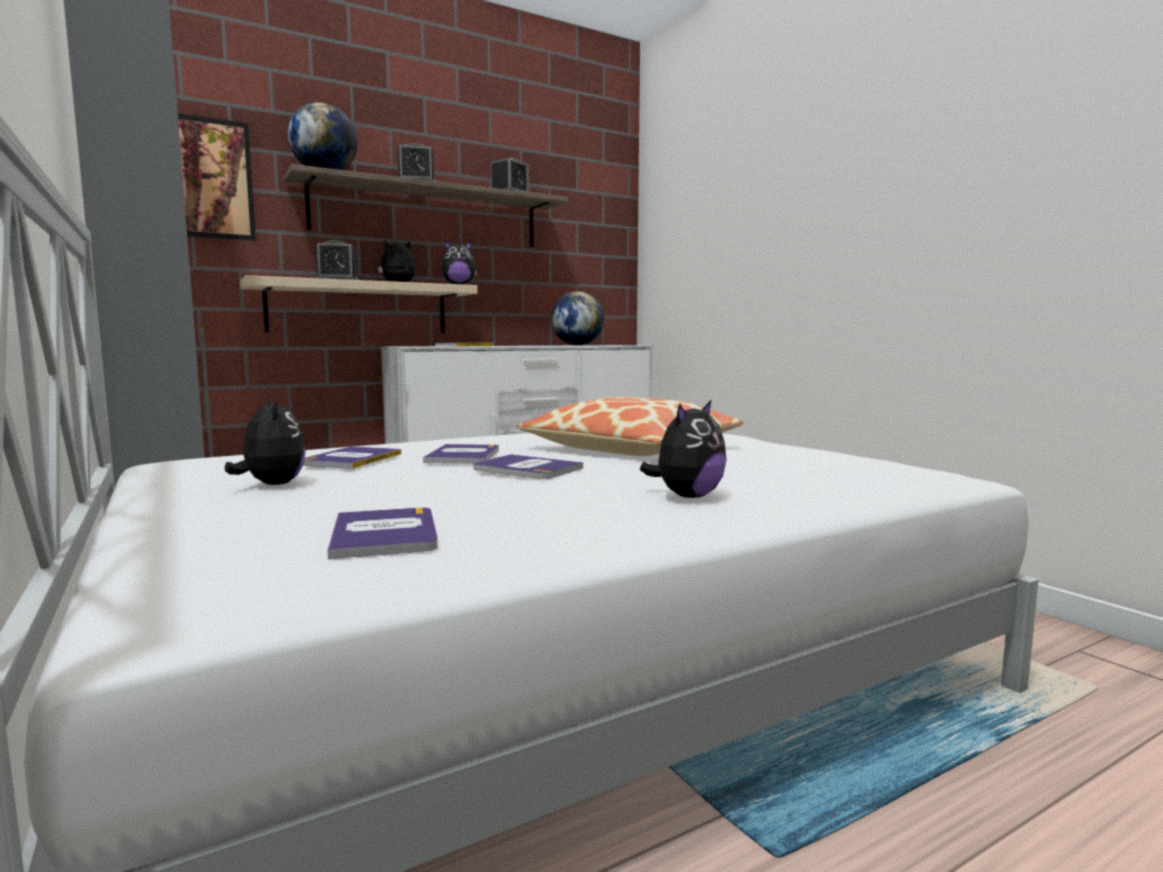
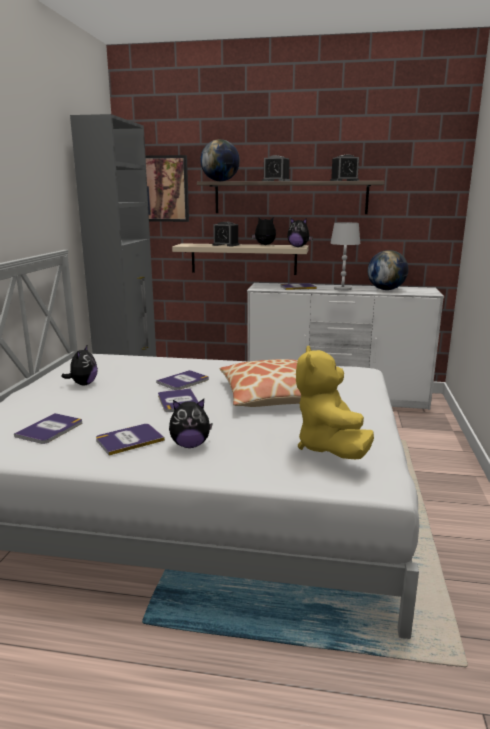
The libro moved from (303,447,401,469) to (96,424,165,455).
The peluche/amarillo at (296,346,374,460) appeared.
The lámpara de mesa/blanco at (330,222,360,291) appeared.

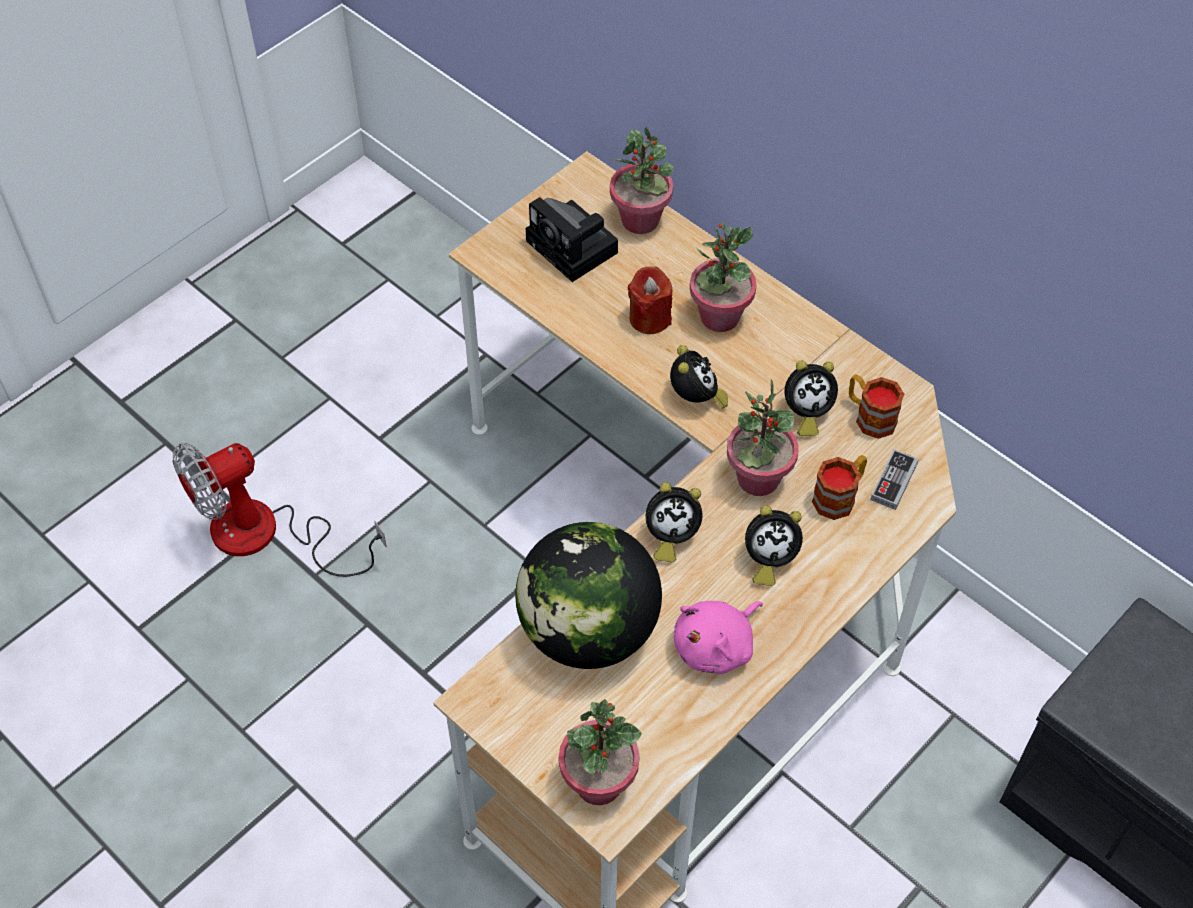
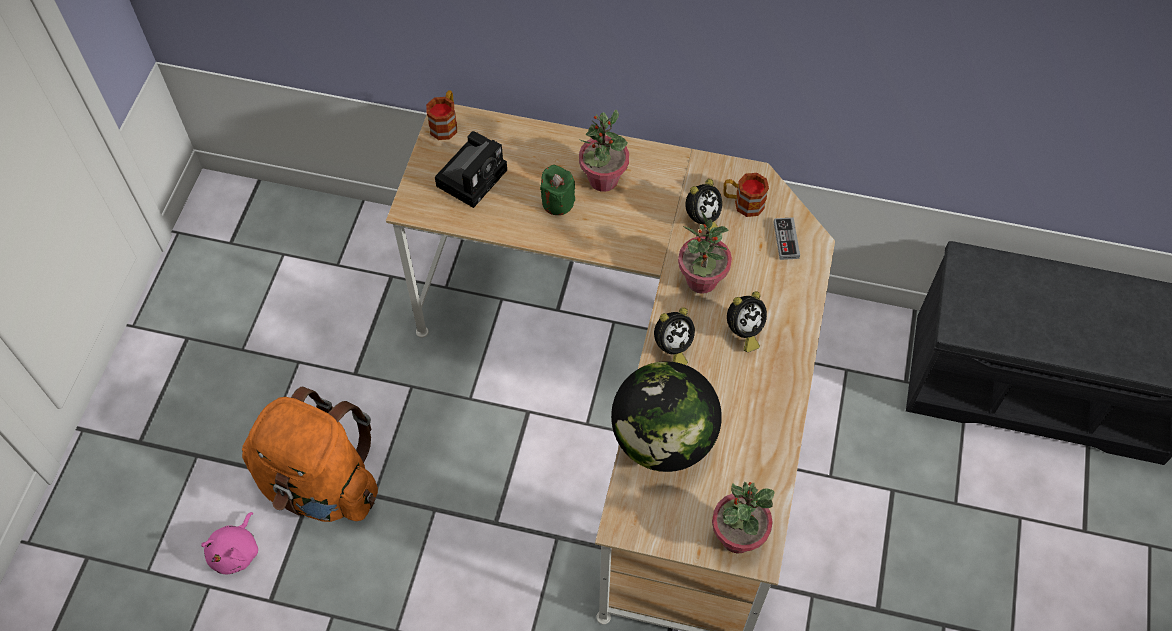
The peluche/rosa moved from (674,601,763,674) to (201,512,258,574).
The ventilador at (173,443,387,577) was replaced by the mochila/naranja at (242,387,378,522).
The taza grande moved from (812,455,867,520) to (426,90,457,140).
The cámara at (526,197,618,282) turned 75 degrees counterclockwise.
The vela/rojo at (628,267,672,334) became the vela/verde at (540,165,575,215).
The planta en maceta at (610,127,674,234) disappeared.
The despertador at (670,345,728,409) disappeared.

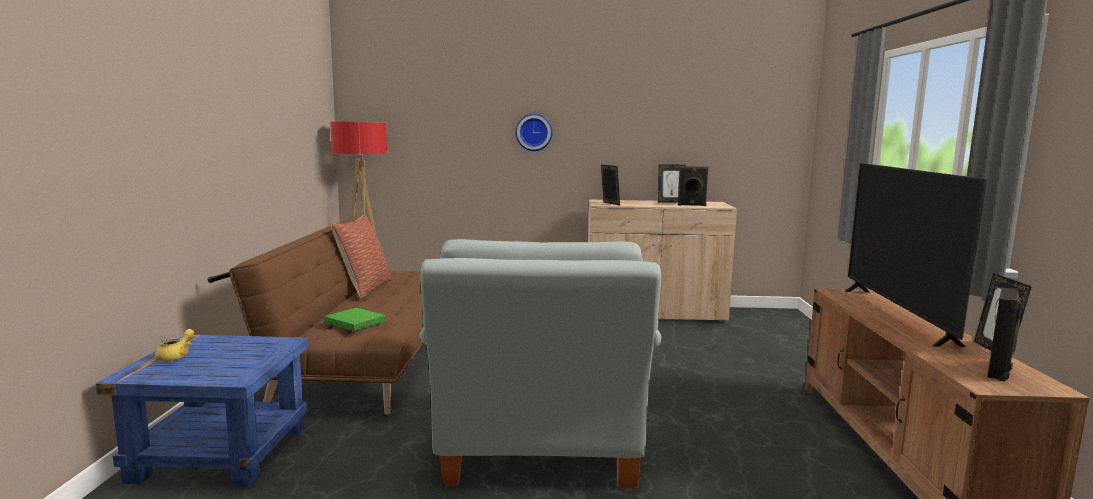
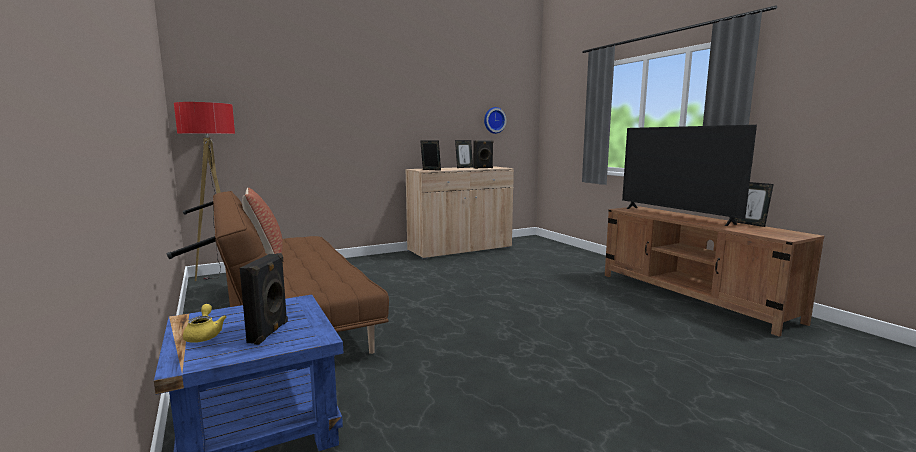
The altavoz/negro moved from (987,287,1023,382) to (240,253,288,345).
The reloj de pared moved from (516,114,552,151) to (484,107,507,134).
The libro/verde at (324,308,386,331) disappeared.
The sillón/gris at (420,239,661,488) disappeared.

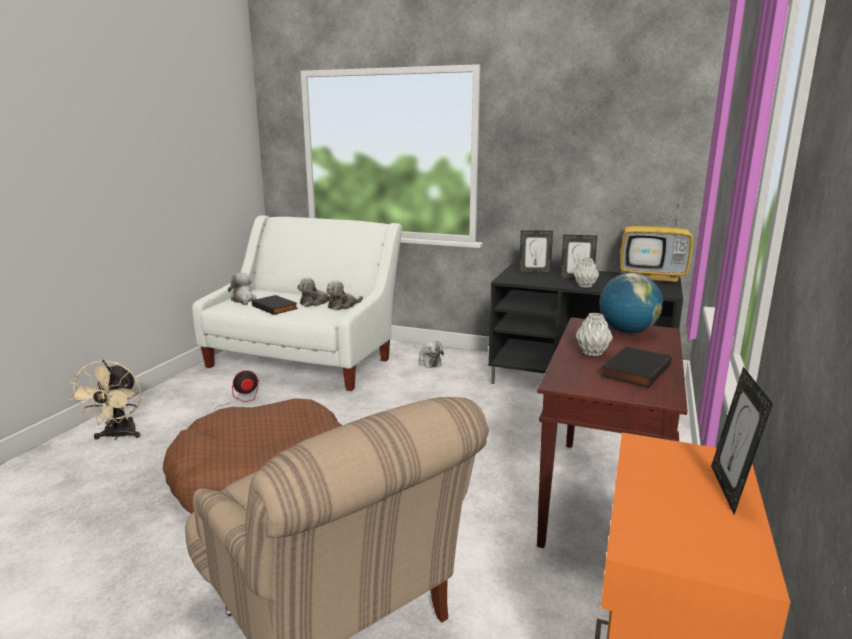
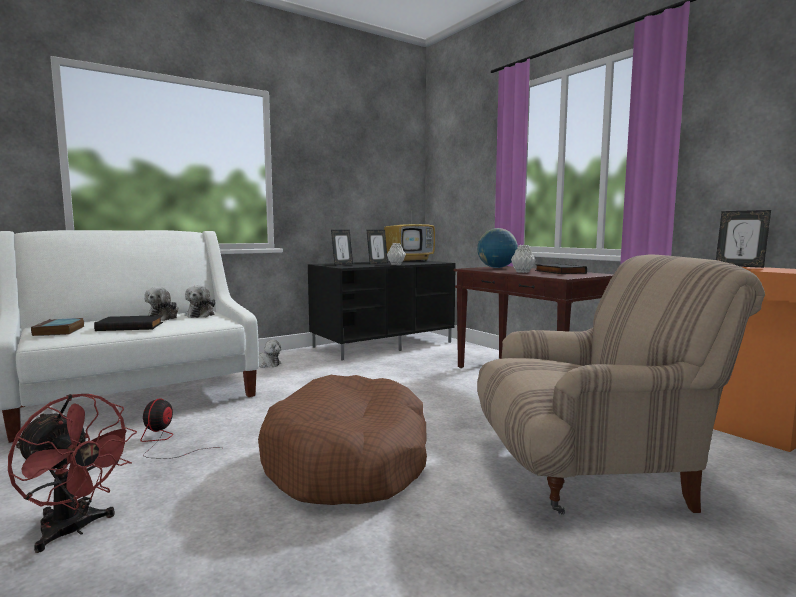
The ventilador/beis at (68,360,142,440) became the ventilador/rojo at (8,394,137,553).
The peluche at (228,273,256,305) was replaced by the libro at (31,318,84,336).

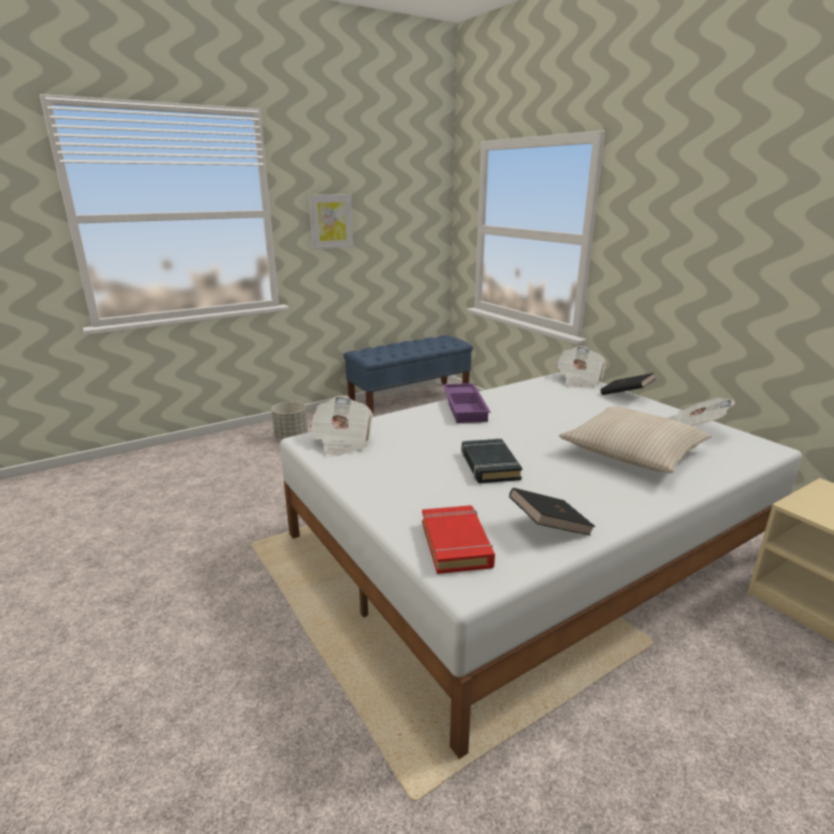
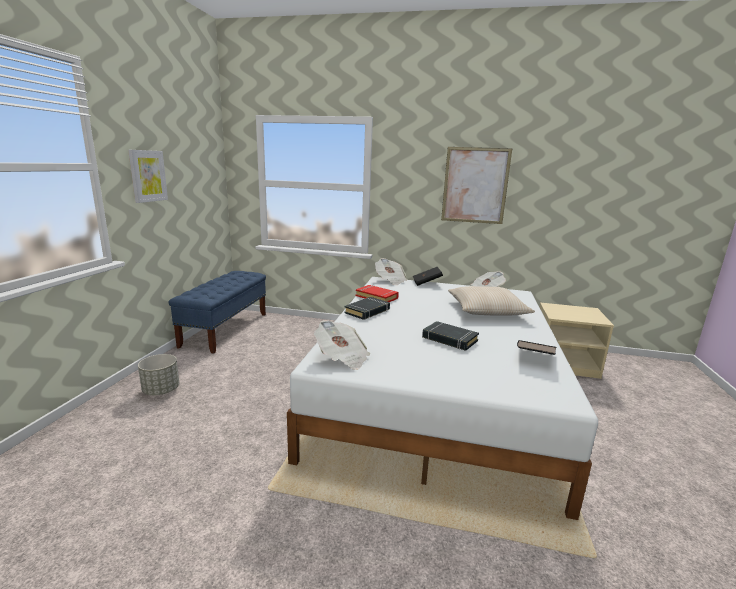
The bandeja/morado at (443,383,491,423) was replaced by the libro/negro at (344,297,390,320).
The libro/rojo moved from (422,505,495,574) to (356,285,399,302).
The cuadro at (441,147,512,224) appeared.

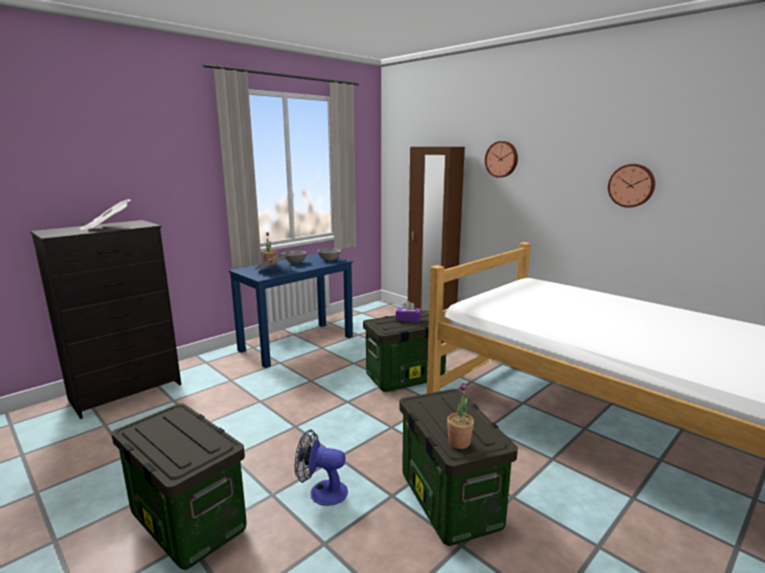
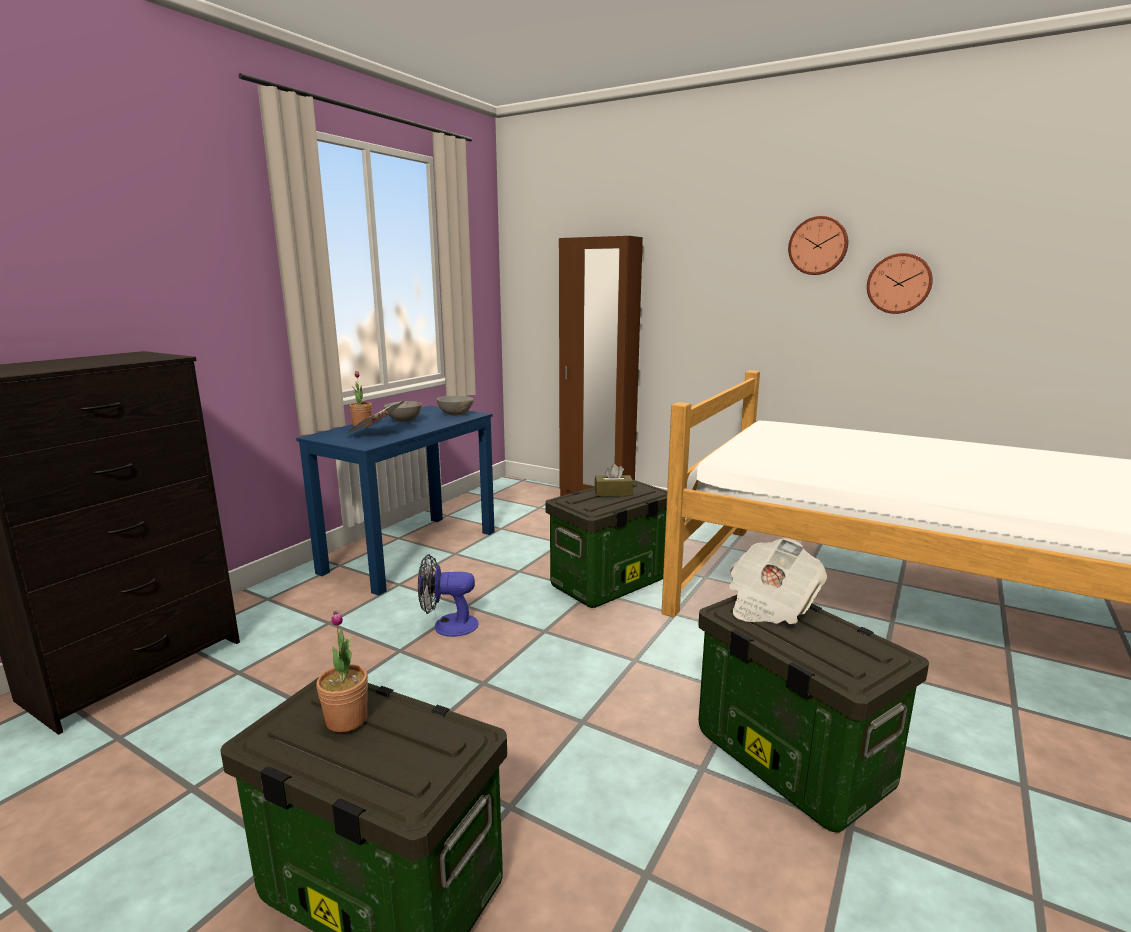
The planta en maceta moved from (447,383,474,449) to (316,610,368,732).
The ventilador moved from (295,429,348,506) to (418,554,478,637).
The caja de pañuelos/morado at (396,301,421,323) became the caja de pañuelos/marrón at (595,464,633,497).
The periódico moved from (80,199,131,230) to (729,538,827,624).
The reloj de pared moved from (485,141,518,178) to (788,216,848,275).

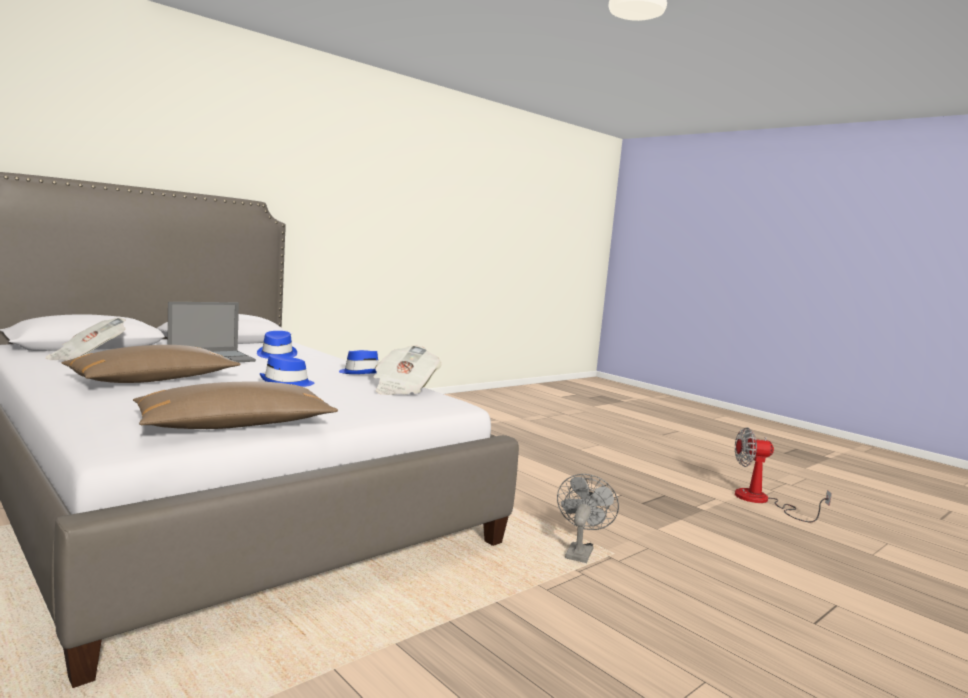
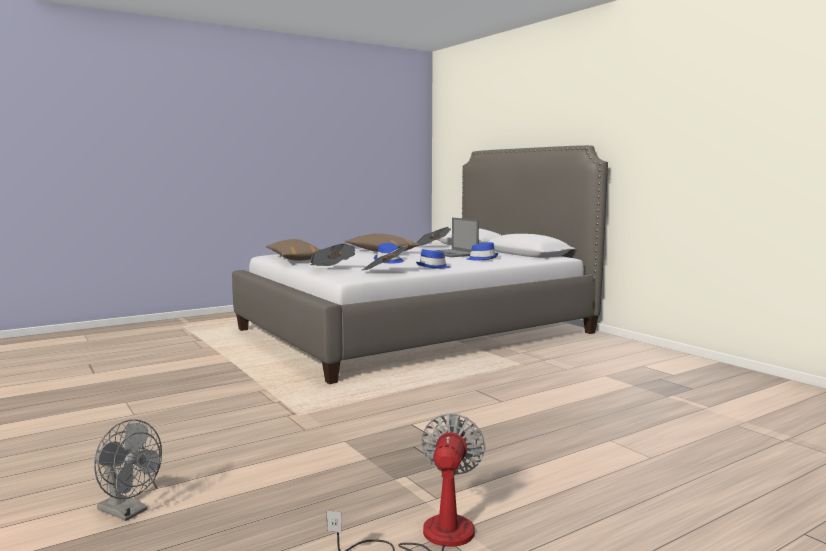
The ventilador/gris moved from (557,474,619,563) to (94,419,162,521).
The periódico at (310,244,355,266) appeared.

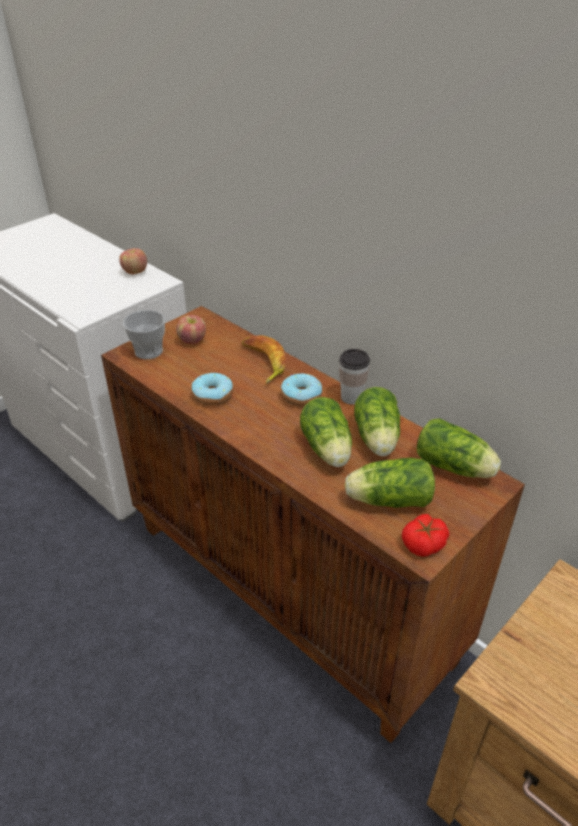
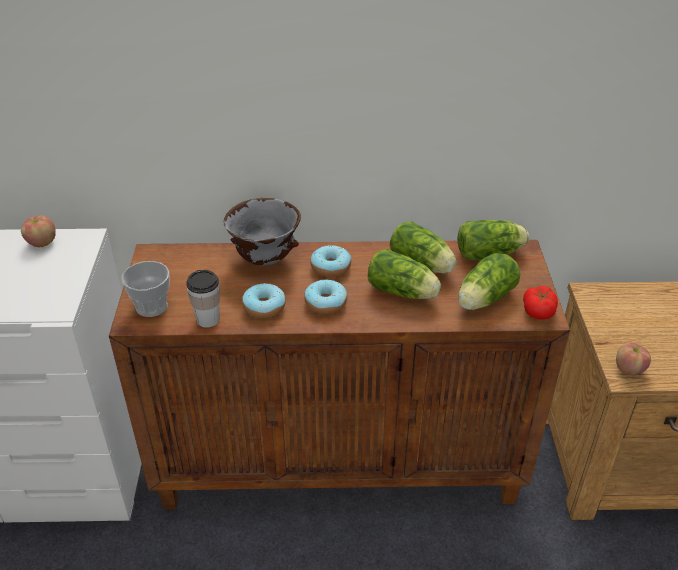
The taza moved from (339,349,370,405) to (186,270,220,328).
The plátano at (242,335,286,384) was replaced by the cuenco/gris at (223,198,301,266).
The rosquilla at (304,279,347,314) appeared.
The manzana moved from (176,315,206,344) to (616,342,651,376).

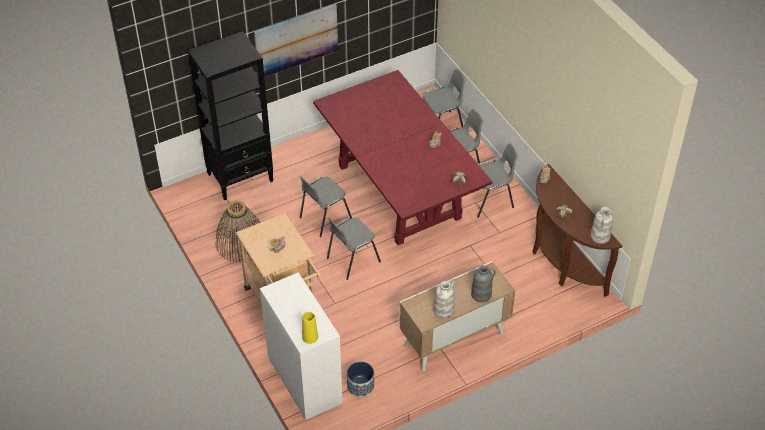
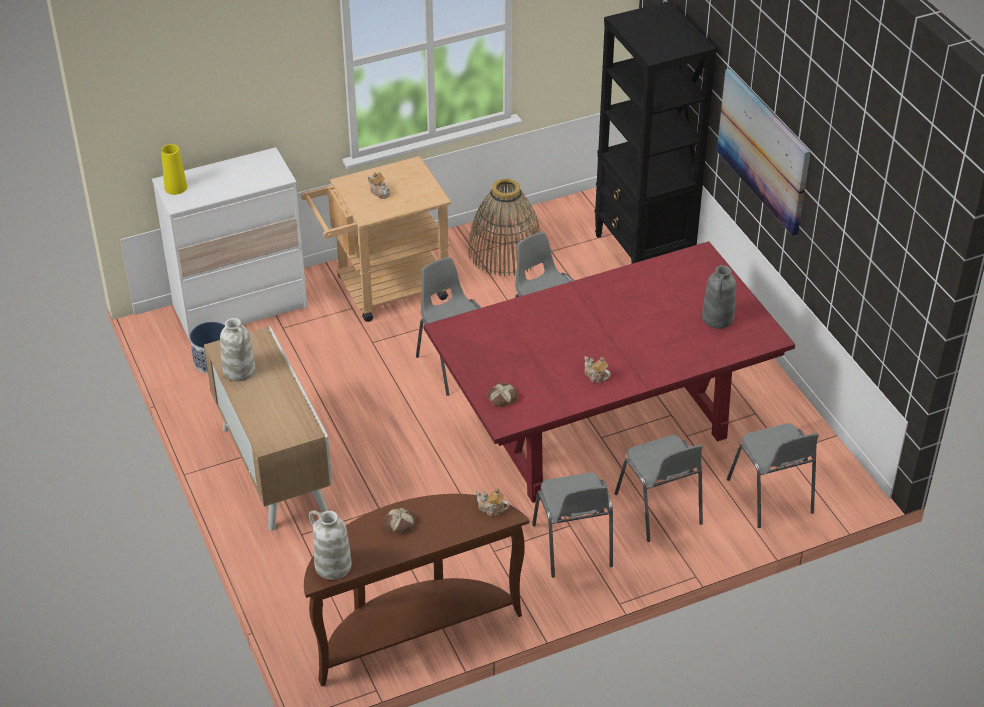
The florero/gris moved from (471,265,496,302) to (702,265,736,329).

